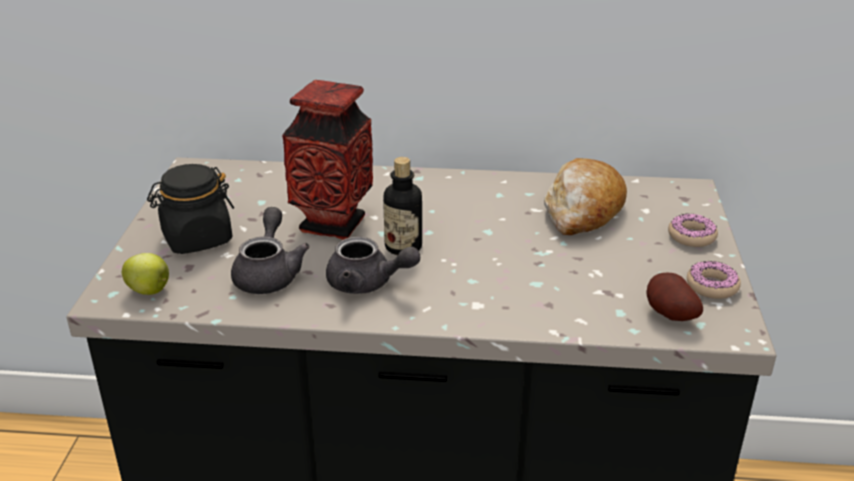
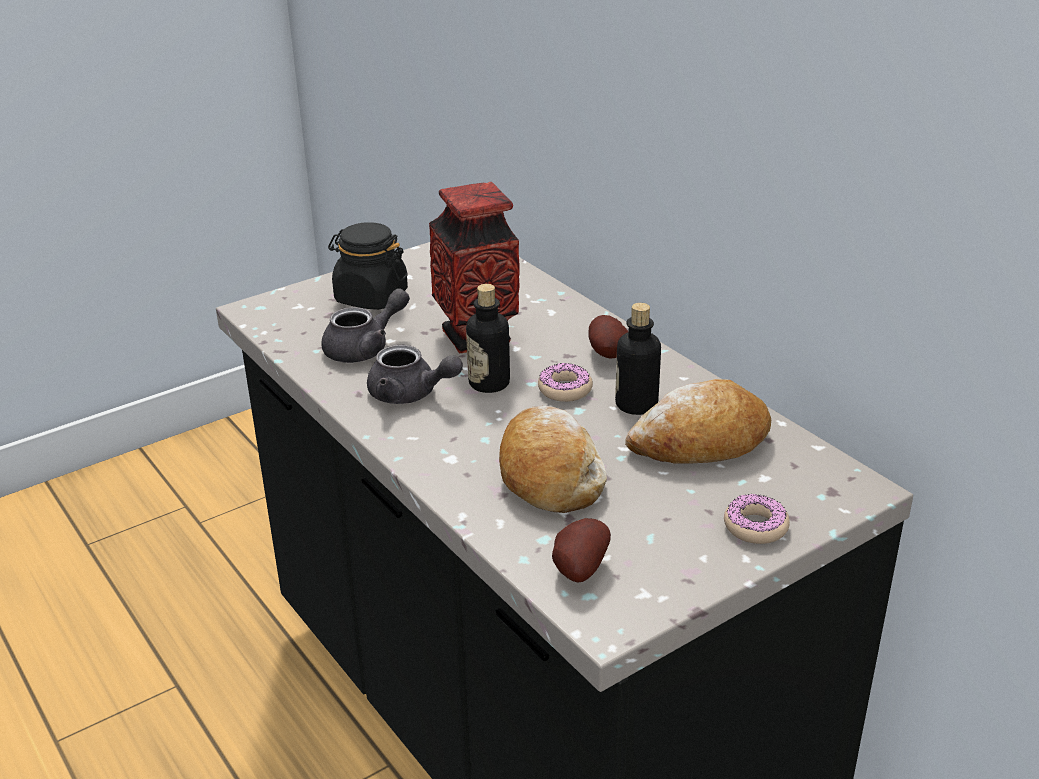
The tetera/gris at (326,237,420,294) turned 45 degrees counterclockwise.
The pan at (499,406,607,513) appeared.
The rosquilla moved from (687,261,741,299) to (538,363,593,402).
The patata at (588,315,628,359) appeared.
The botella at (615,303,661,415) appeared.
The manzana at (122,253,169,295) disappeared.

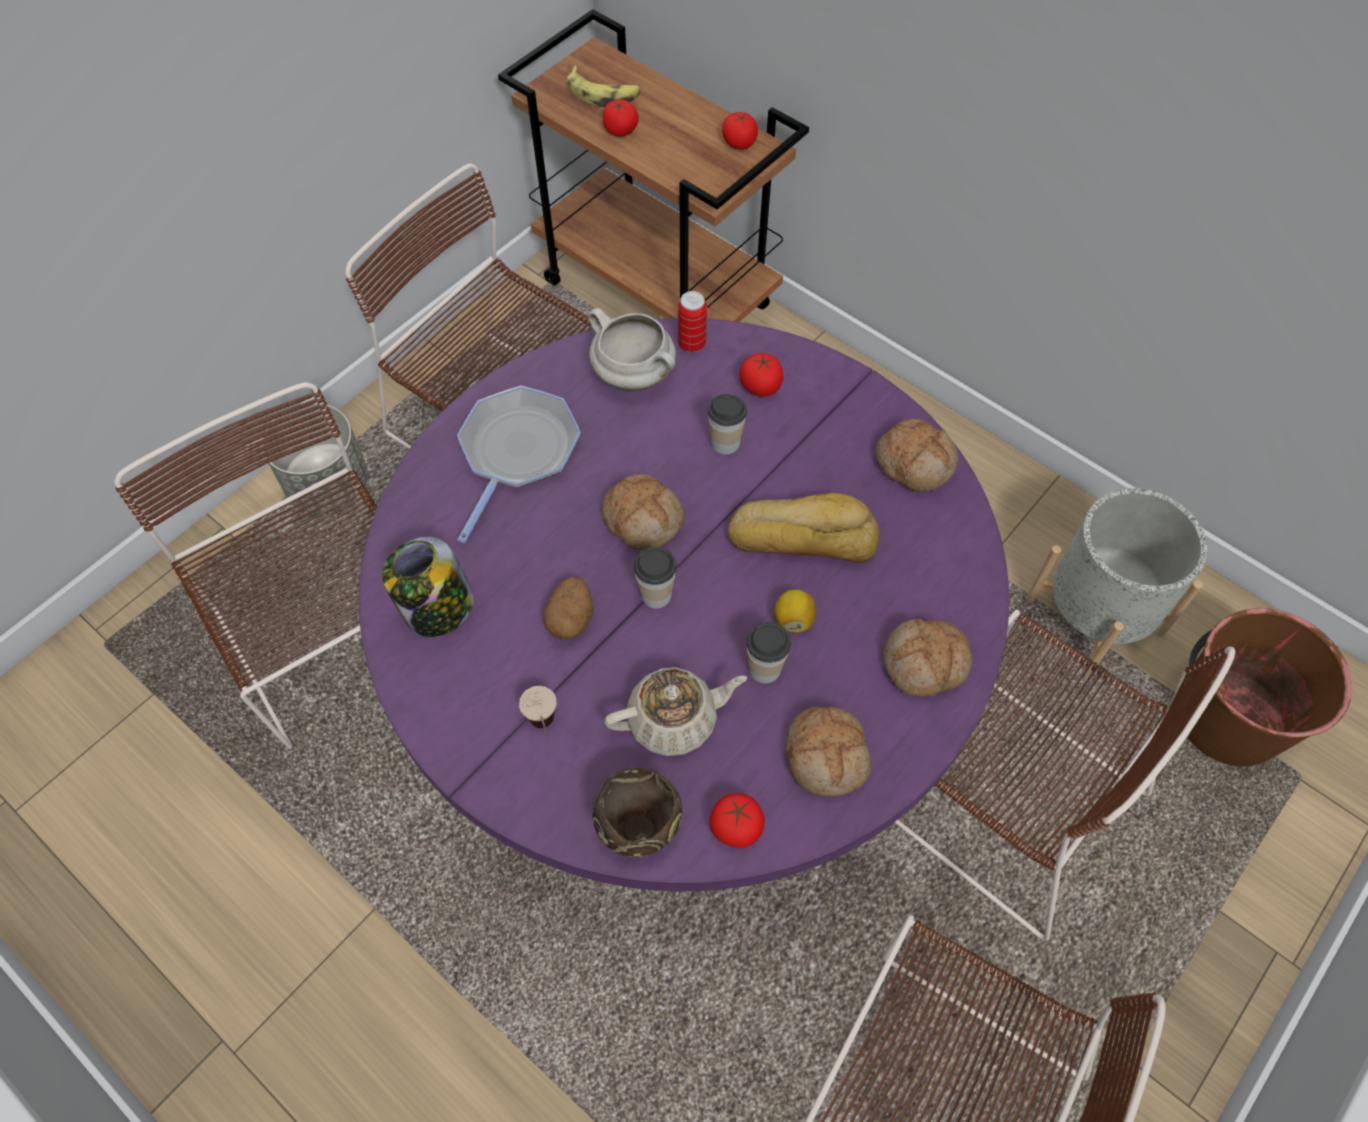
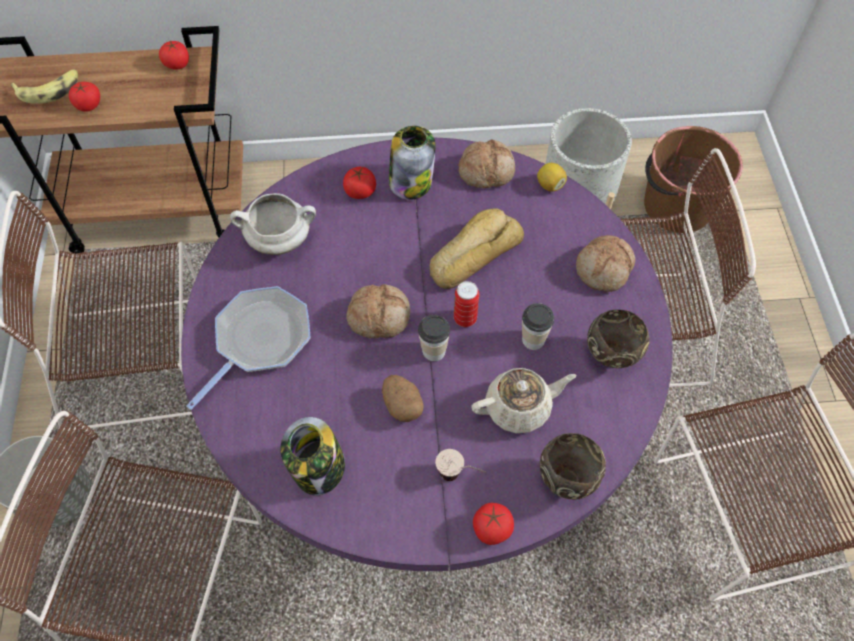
The sartén at (457,386,581,543) turned 60 degrees clockwise.
The tarro at (389,126,436,200) appeared.
The lata moved from (678,291,707,352) to (454,281,479,327).
The tetera/beis at (604,667,747,756) turned 45 degrees clockwise.
The tomate moved from (709,793,765,848) to (473,503,514,545).
The limón moved from (774,590,816,633) to (537,163,567,191).
The pan at (786,707,871,797) was replaced by the cuenco/marrón at (587,310,649,368).
The taza at (708,394,747,454) disappeared.

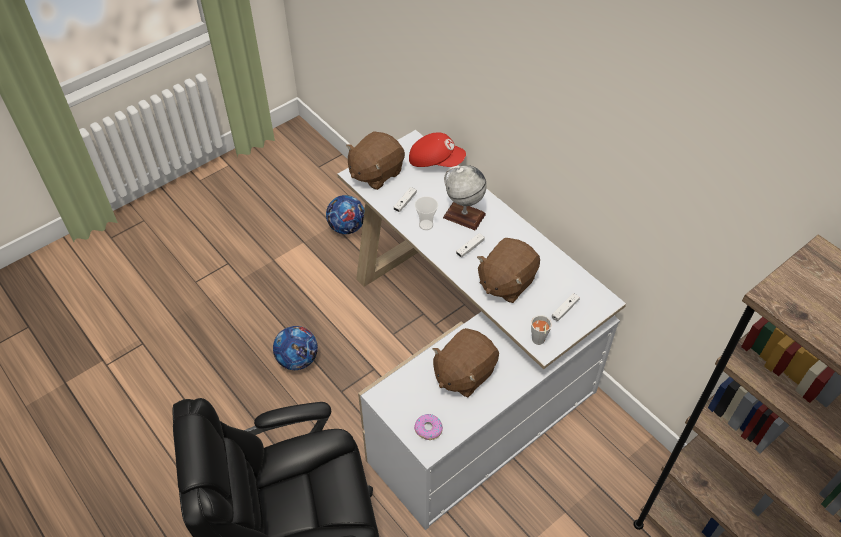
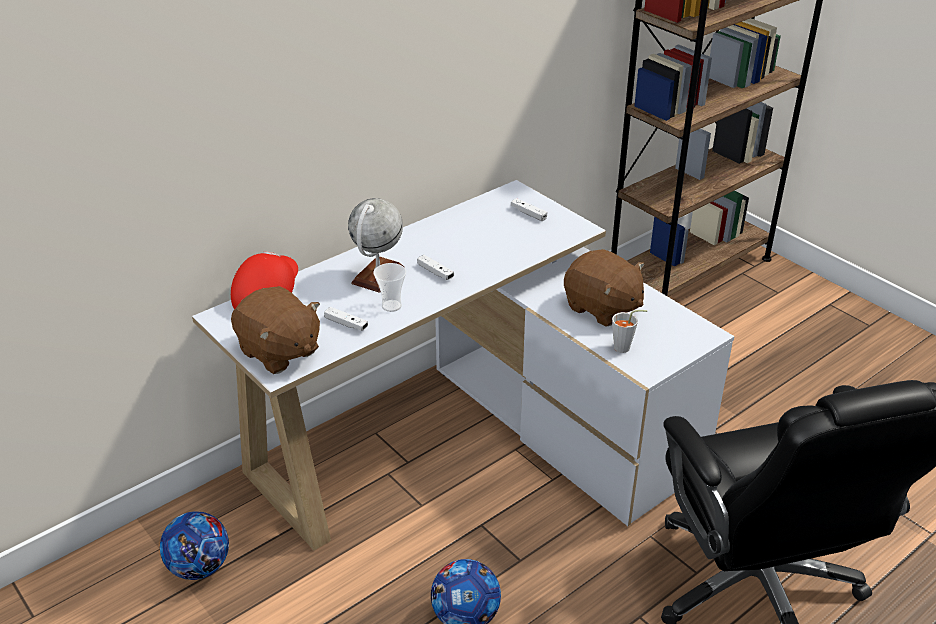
The taza/gris moved from (531,315,552,345) to (612,310,647,353).
The rosquilla at (414,414,443,440) disappeared.
The peluche/marrón at (477,238,540,303) disappeared.

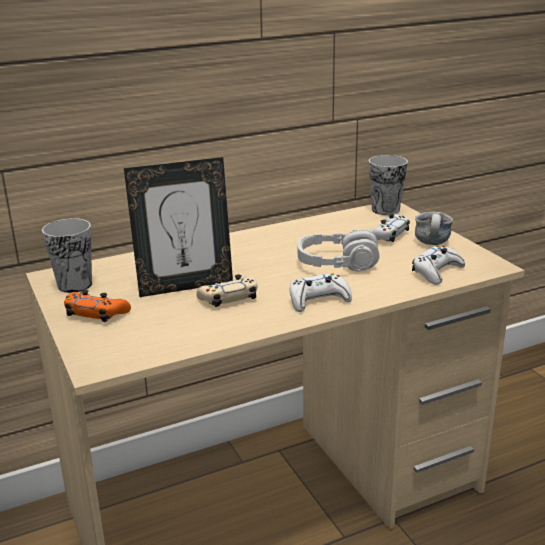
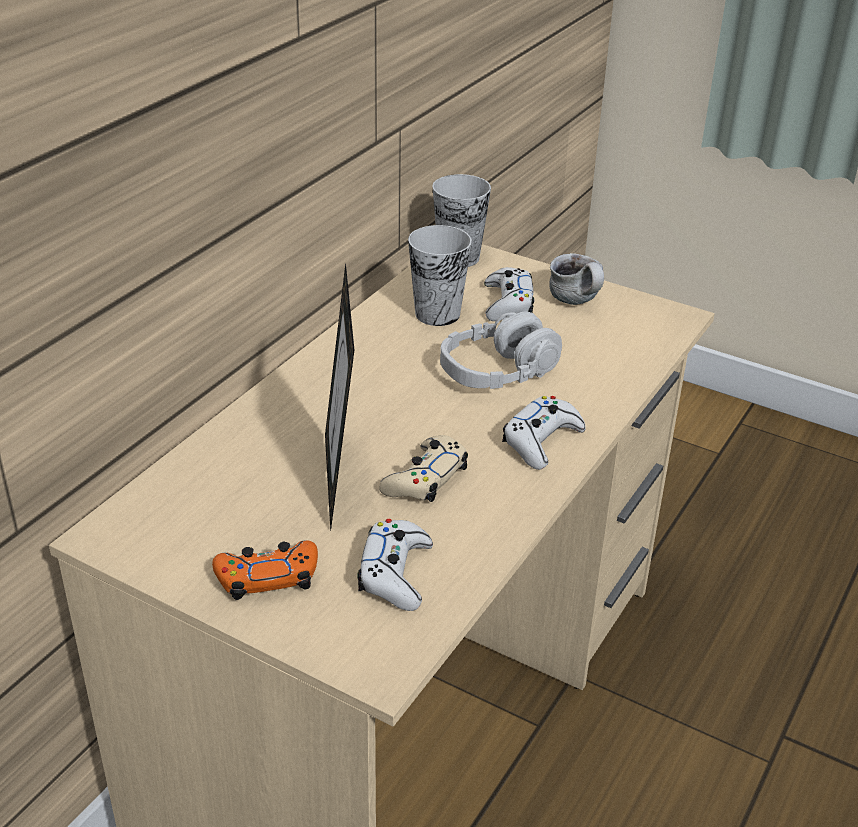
The portarretratos at (124,157,233,297) turned 135 degrees clockwise.
The mando de consola/blanco moved from (412,245,465,285) to (357,519,433,611).
The taza moved from (42,218,92,293) to (408,225,472,326).

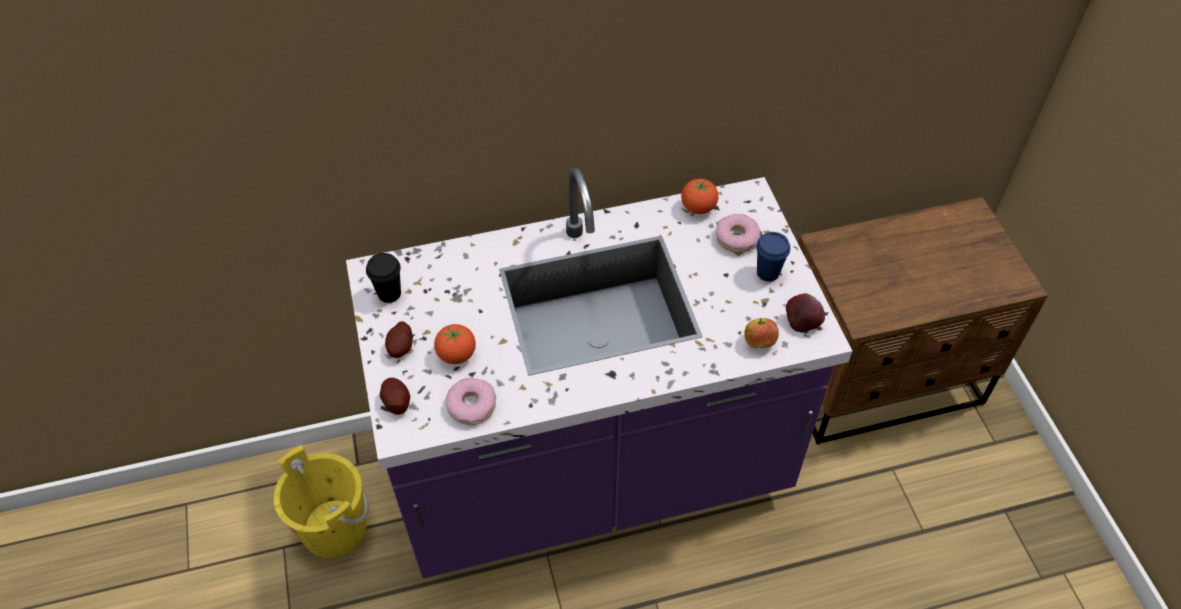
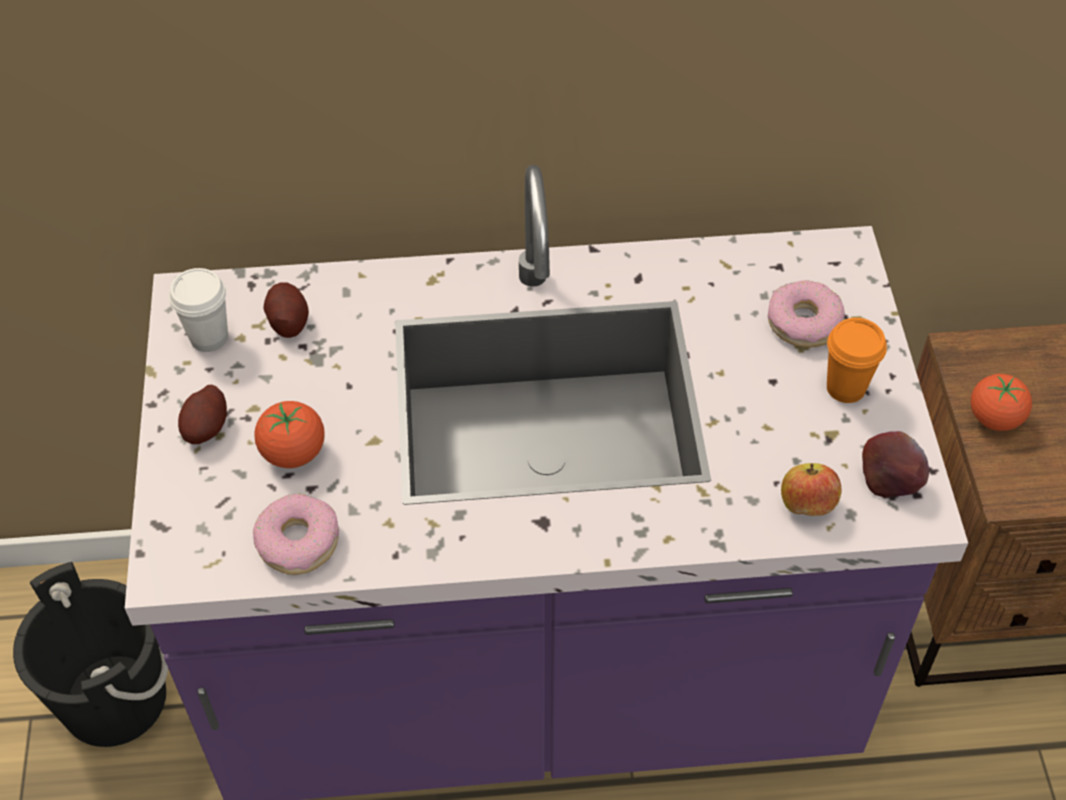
The cubo/amarillo at (274,445,369,558) became the cubo/negro at (13,562,168,747).
The taza/negro at (366,253,401,303) became the taza/blanco at (169,268,228,352).
The patata moved from (380,378,410,415) to (263,282,309,338).
The taza/azul at (756,232,790,282) became the taza/naranja at (827,318,887,403).
The tomate moved from (681,179,718,214) to (971,374,1032,431).

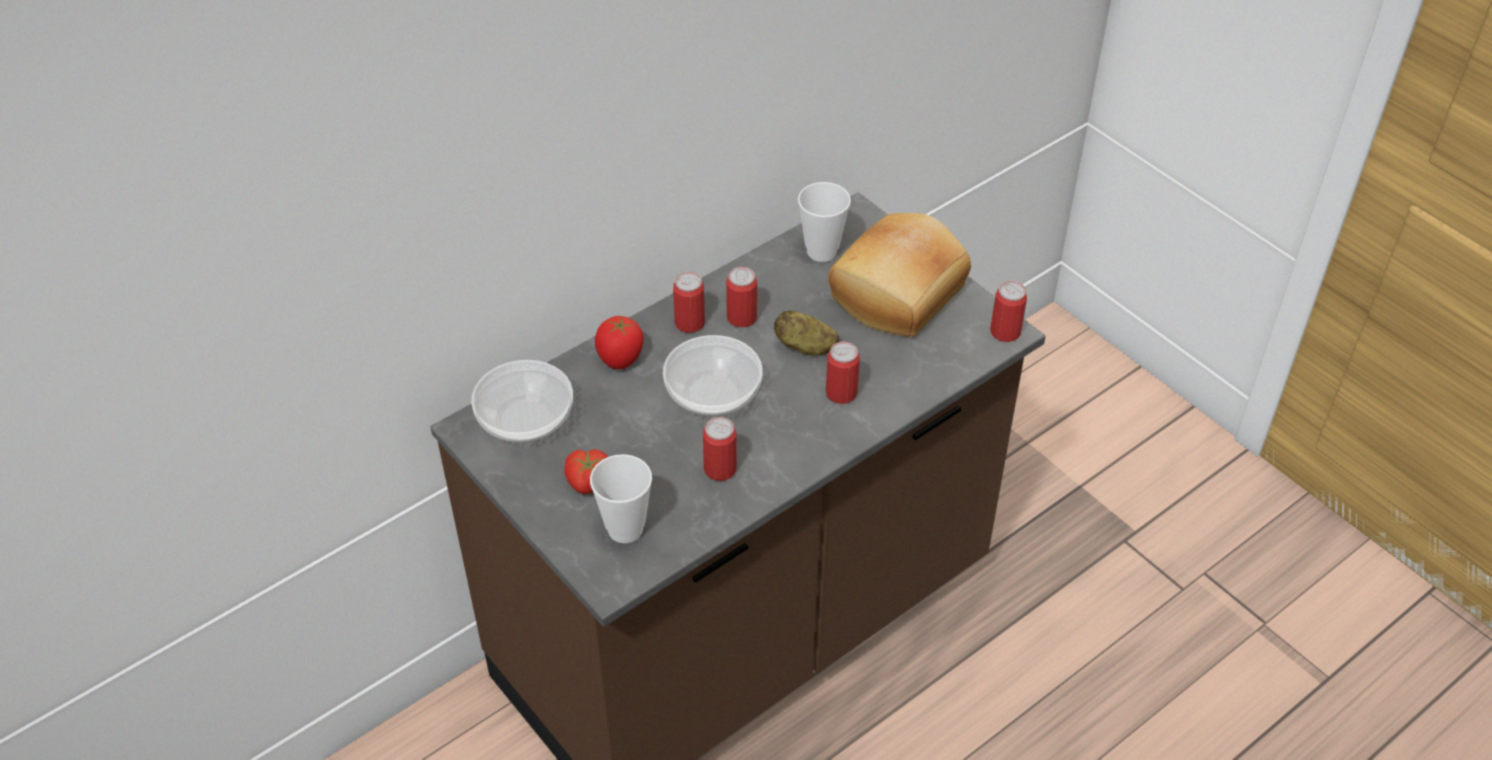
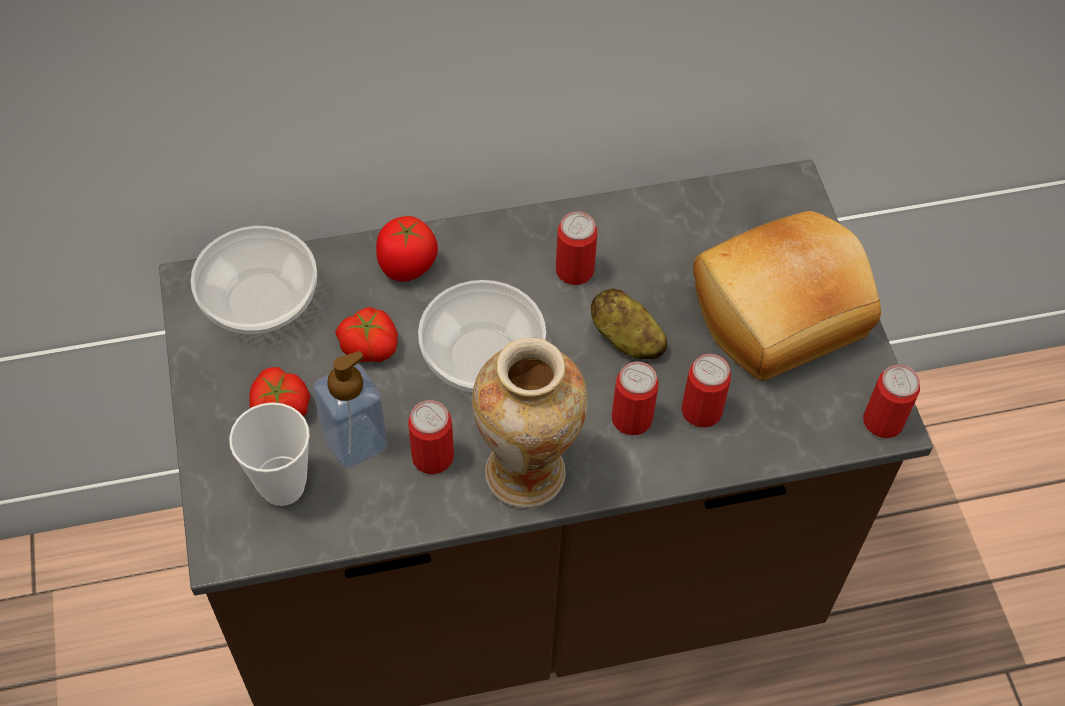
The dispensador de jabón at (313,351,388,469) appeared.
The tomate at (335,307,398,362) appeared.
The florero at (472,337,588,508) appeared.
The lata moved from (673,272,705,333) to (682,354,731,428).
The taza at (798,182,851,262) disappeared.

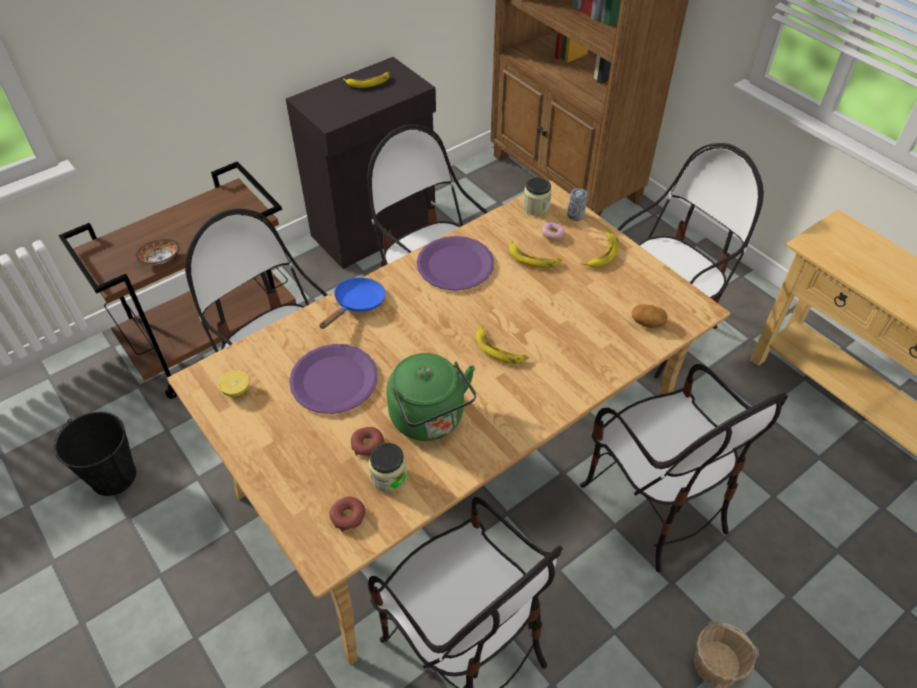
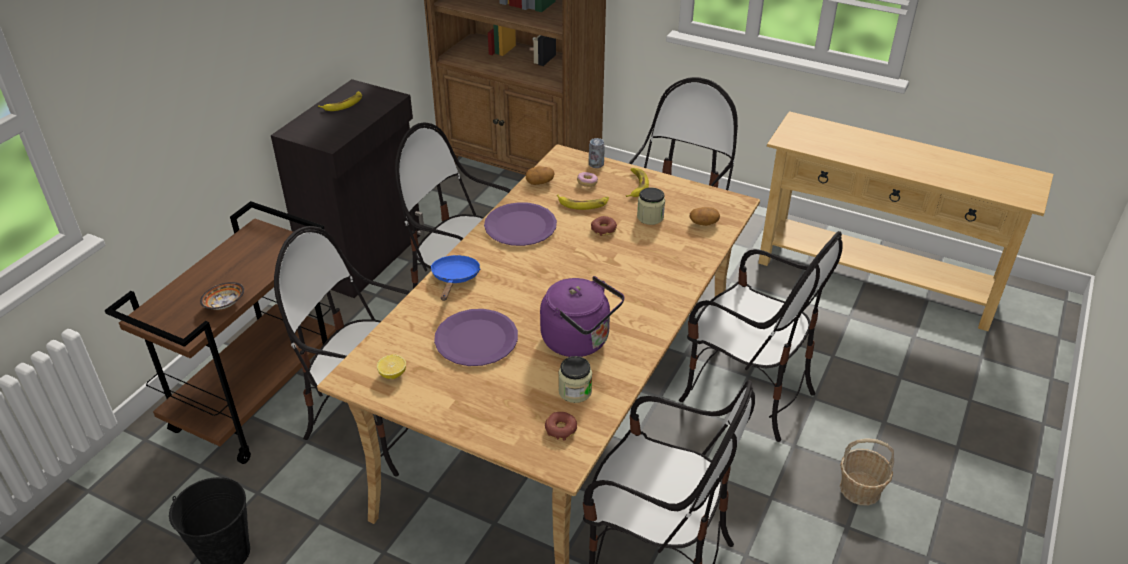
The patata at (526,166,555,185) appeared.
The hervidor/verde at (387,353,476,441) became the hervidor/morado at (540,276,624,357).
The rosquilla moved from (351,427,385,457) to (591,216,617,236).
The tarro moved from (523,177,552,216) to (637,188,665,225).
The plátano at (476,324,529,364) disappeared.

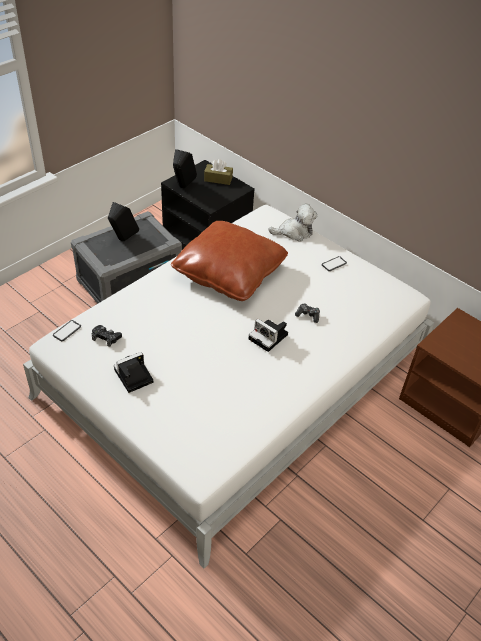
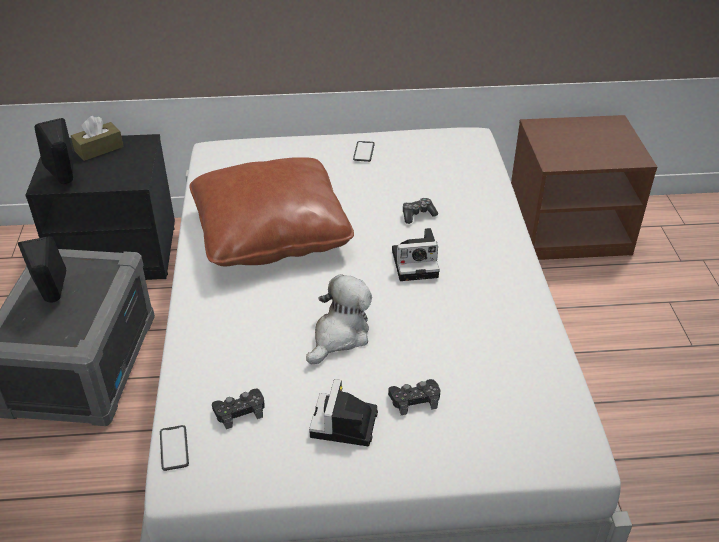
The peluche moved from (268,203,317,242) to (306,274,372,364).
The mando de consola/negro at (388,379,440,415) appeared.

